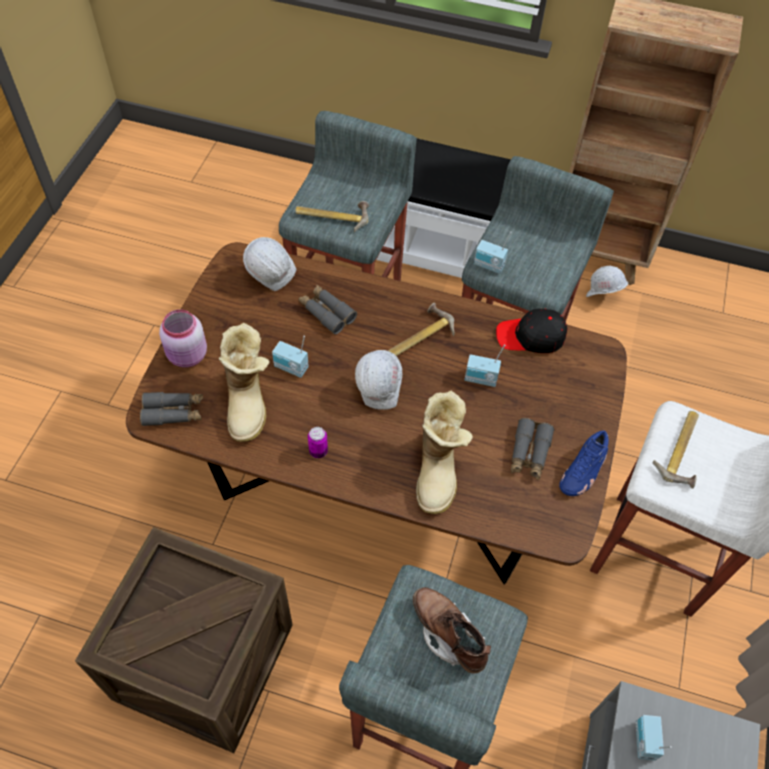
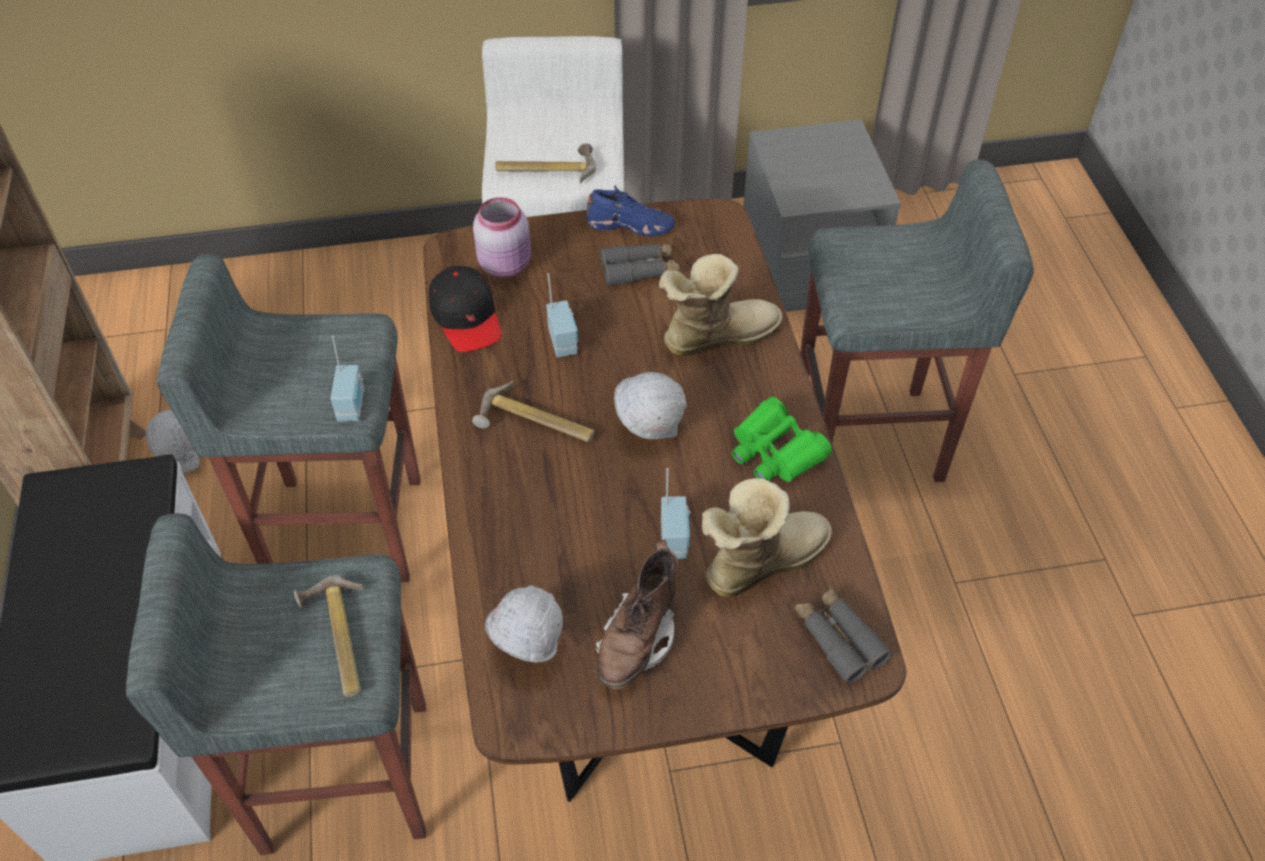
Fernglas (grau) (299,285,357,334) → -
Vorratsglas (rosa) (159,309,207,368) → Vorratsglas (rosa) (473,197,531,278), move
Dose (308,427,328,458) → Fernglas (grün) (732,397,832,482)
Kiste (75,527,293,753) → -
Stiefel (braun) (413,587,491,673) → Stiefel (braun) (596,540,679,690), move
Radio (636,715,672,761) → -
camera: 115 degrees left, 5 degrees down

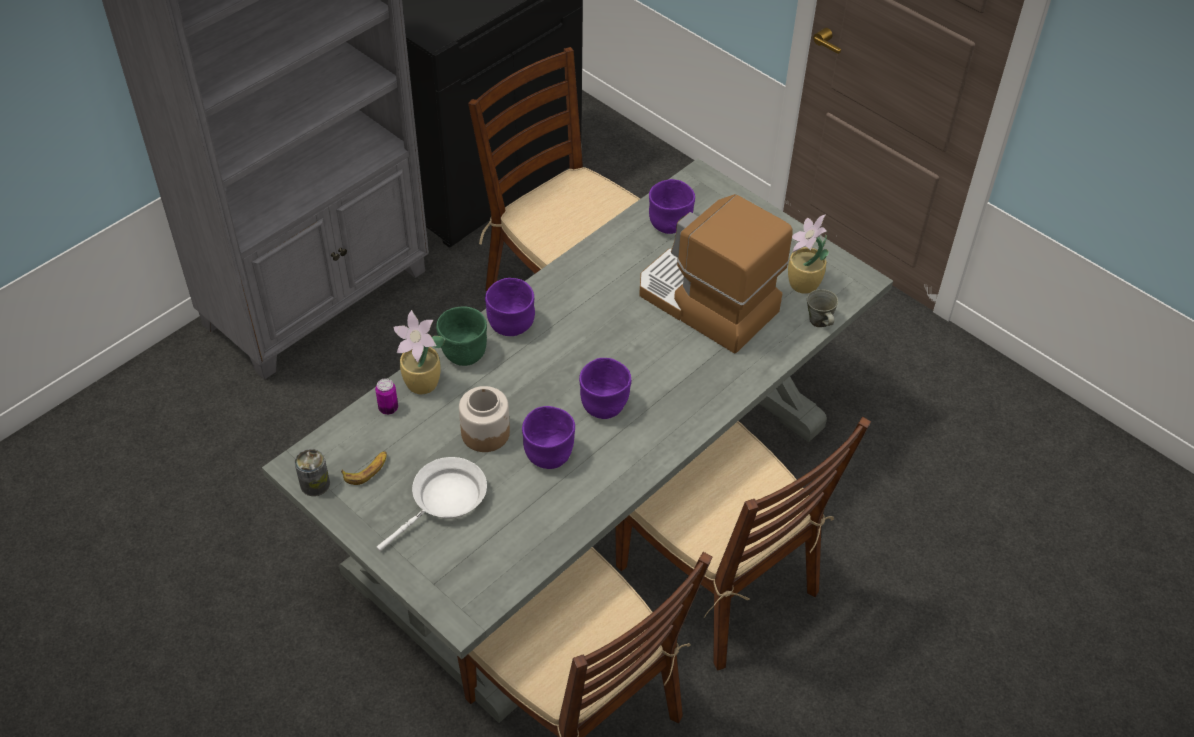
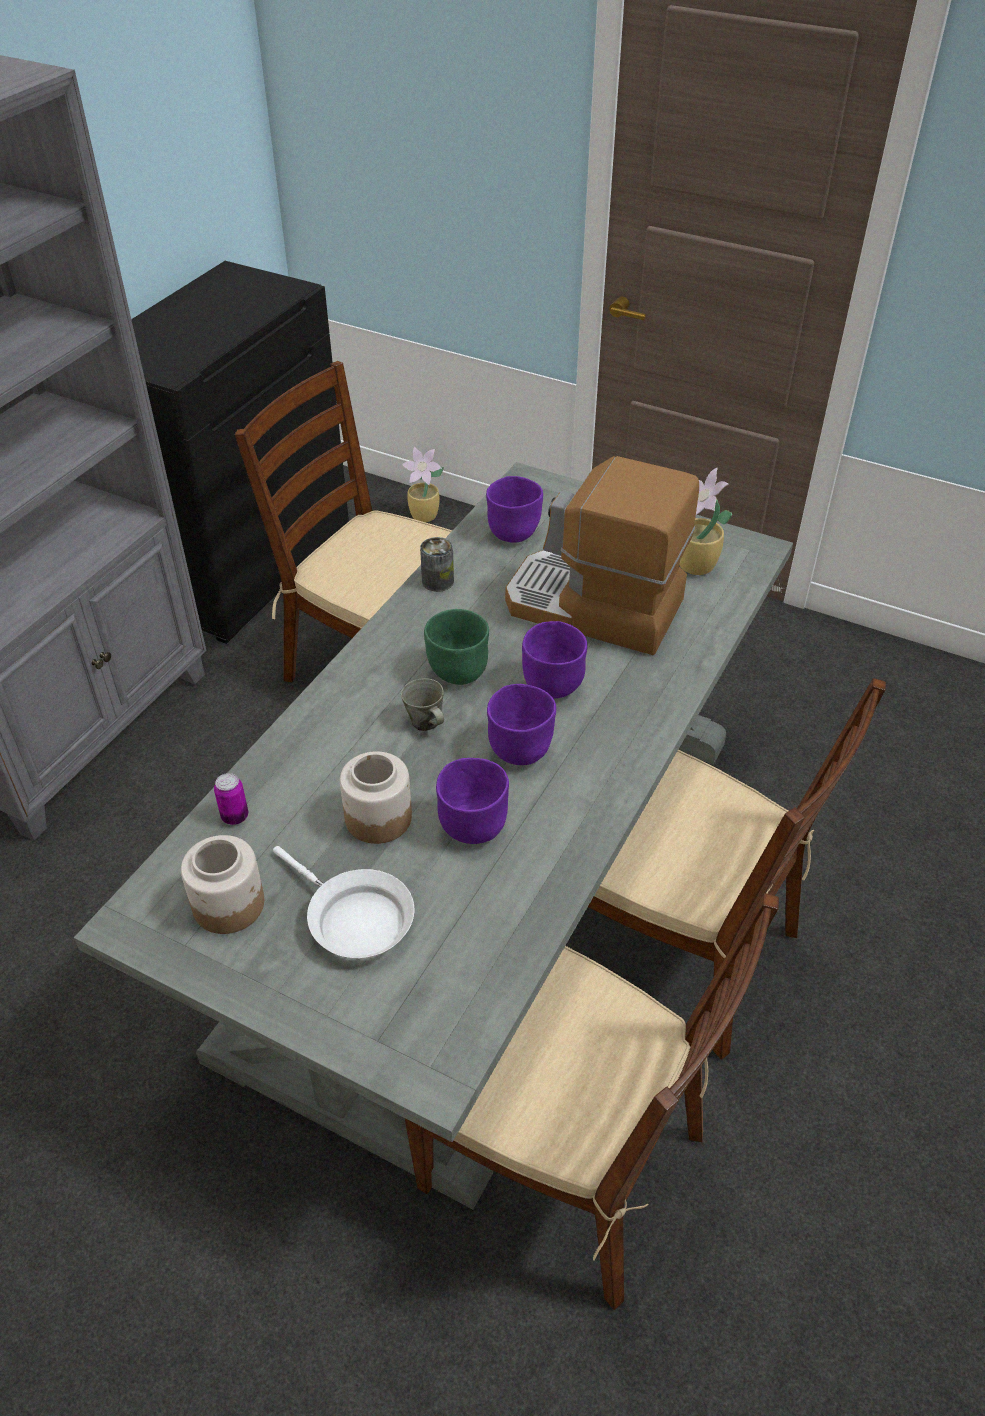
Schüssel (lila) (485,278,535,336) → Schüssel (lila) (522,621,587,699), move
Henkelbecher (grau) (807,289,838,327) → Henkelbecher (grau) (401,678,444,731), move
Schüssel (grün) (436,306,487,366) → Schüssel (grün) (424,609,489,685), move
Topfpflanze (393,310,445,394) → Topfpflanze (402,447,444,522), move
Dose (294,449,330,496) → Dose (420,537,454,592), move
Banane (341,451,387,485) → Vorratsglas (181,835,264,934)
Pfanne (weiß) (377,457,487,551) → Pfanne (weiß) (273,846,415,959), 105 degrees clockwise
camera: 15 degrees left, 5 degrees down

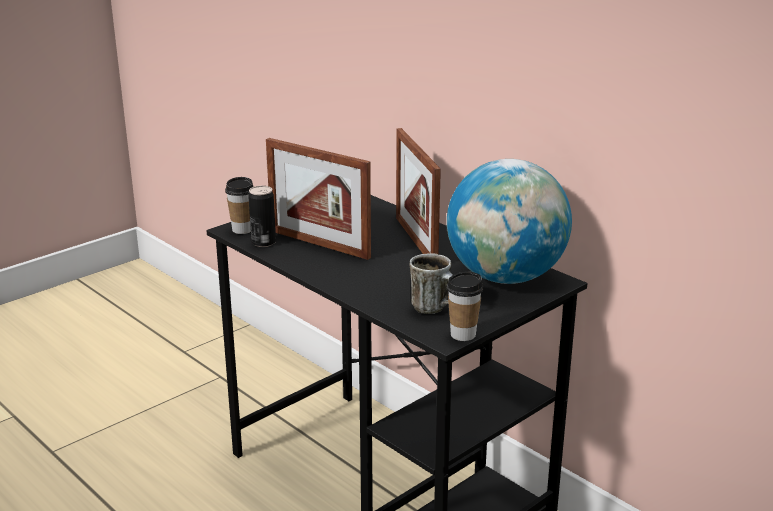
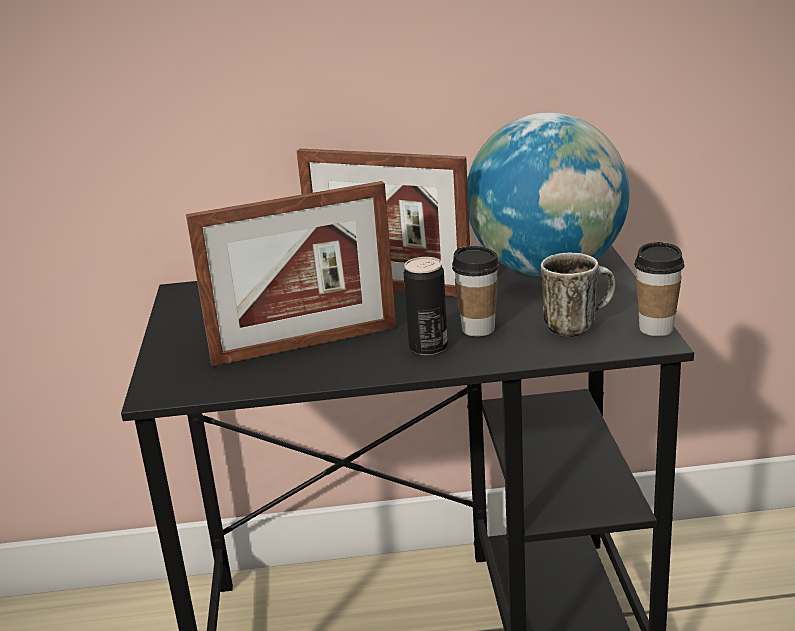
Tasse (225,177,254,234) → Tasse (452,246,500,336), move
Dose (248,186,276,247) → Dose (403,257,448,355), move
camera: 50 degrees left, 0 degrees up

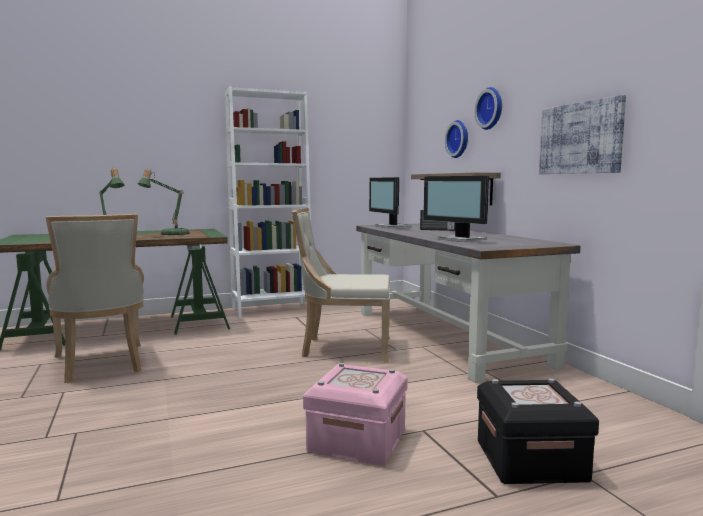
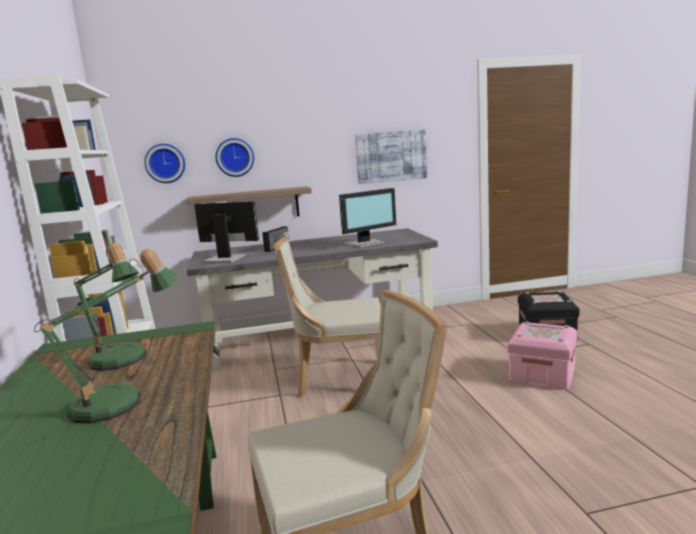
Wanduhr (475,87,502,130) → Wanduhr (144,144,185,183), move
Monitor (369,177,411,228) → Monitor (194,201,259,263), 150 degrees counterclockwise
Stuhl (beige) (292,208,390,363) → Stuhl (beige) (274,236,381,397), 75 degrees clockwise
camera: 80 degrees left, 5 degrees up

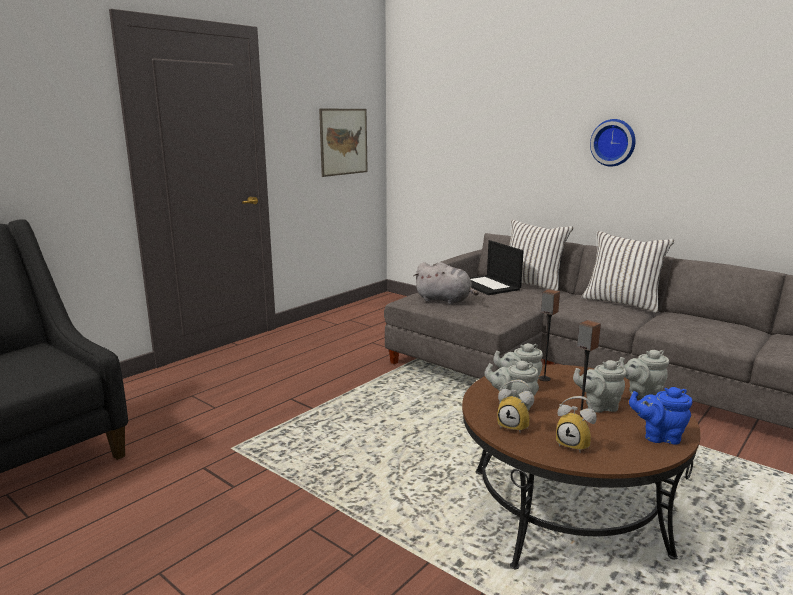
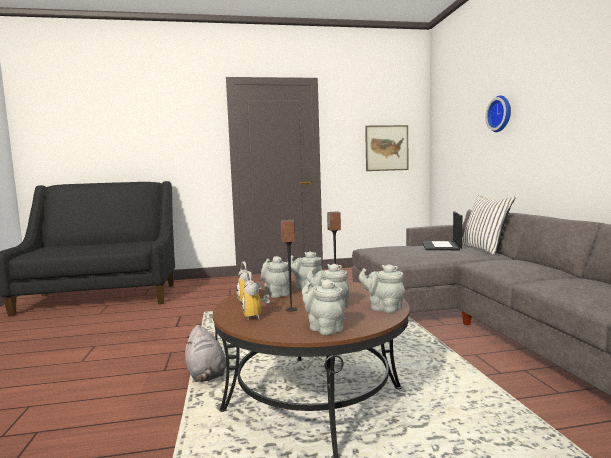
Wanduhr (590,119,636,167) → Wanduhr (485,95,511,132), move
Kissen (weiß) (582,231,674,313) → -
Plüschtier (grau) (414,262,479,305) → Plüschtier (grau) (185,325,226,382), move
Teekanne (blau) (629,387,692,445) → Teekanne (grau) (302,279,345,335)
camera: 40 degrees right, 10 degrees down

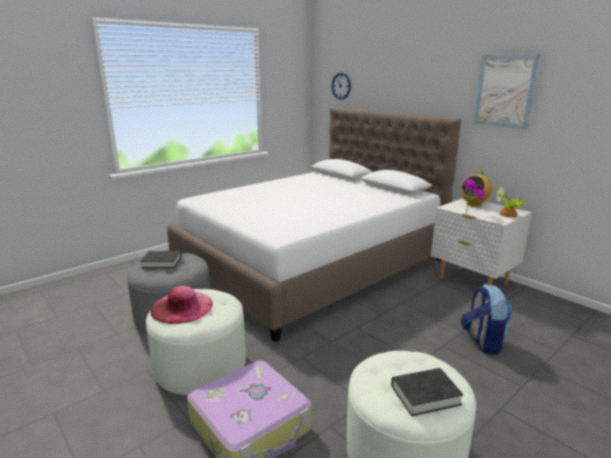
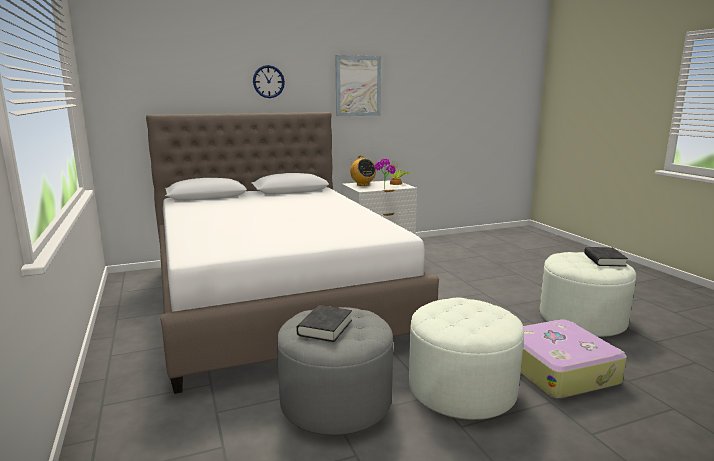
Wanduhr (332,73,351,100) → Wanduhr (253,65,285,98), move
Rucksack (461,284,513,355) → -
Hut (rosa) (150,286,213,324) → -
camera: 70 degrees left, 5 degrees down

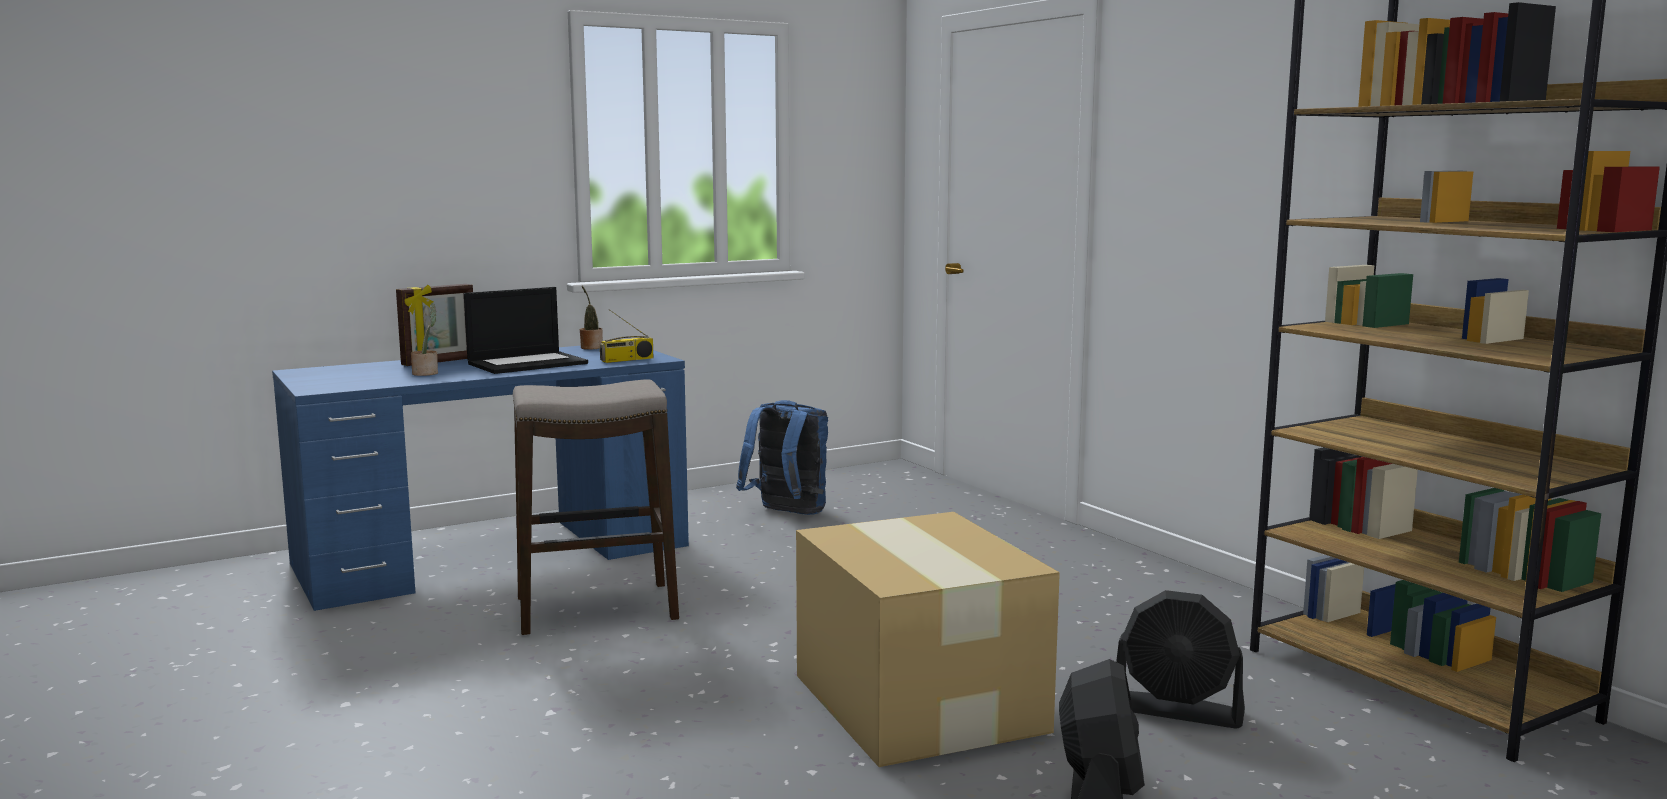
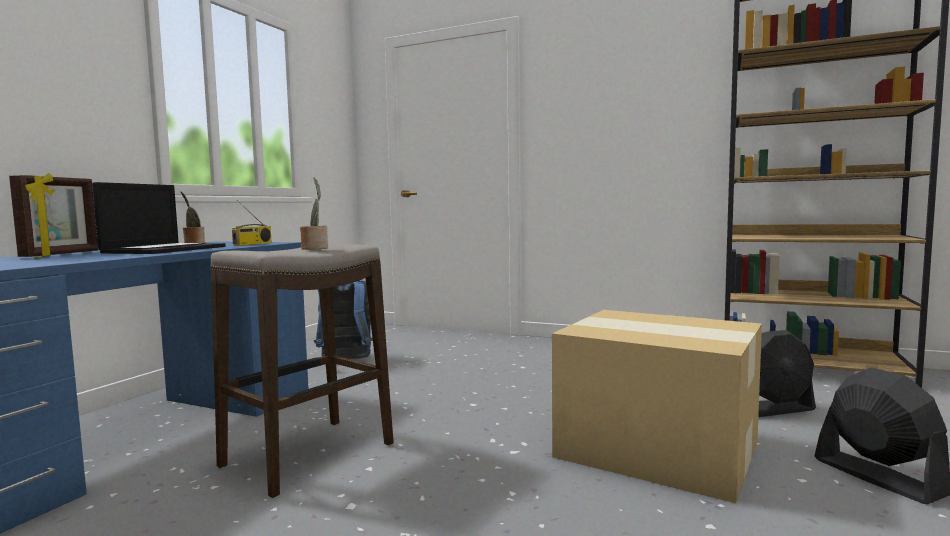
Topfpflanze (411,303,438,376) → Topfpflanze (300,178,328,250), move
camera: 35 degrees left, 5 degrees down

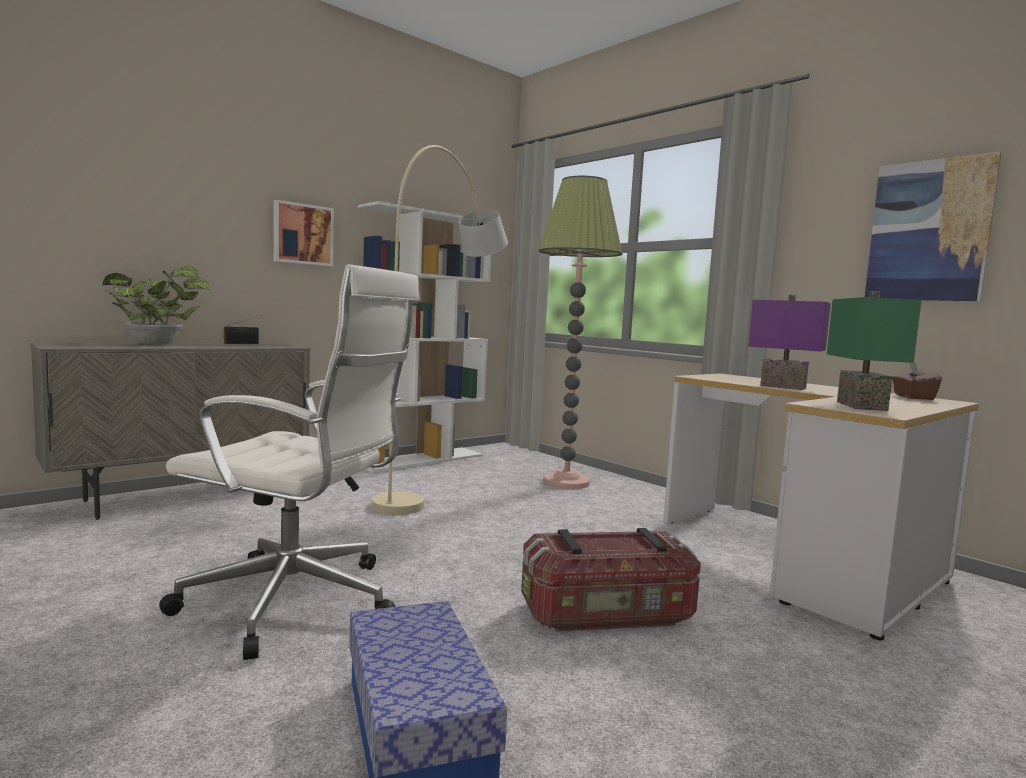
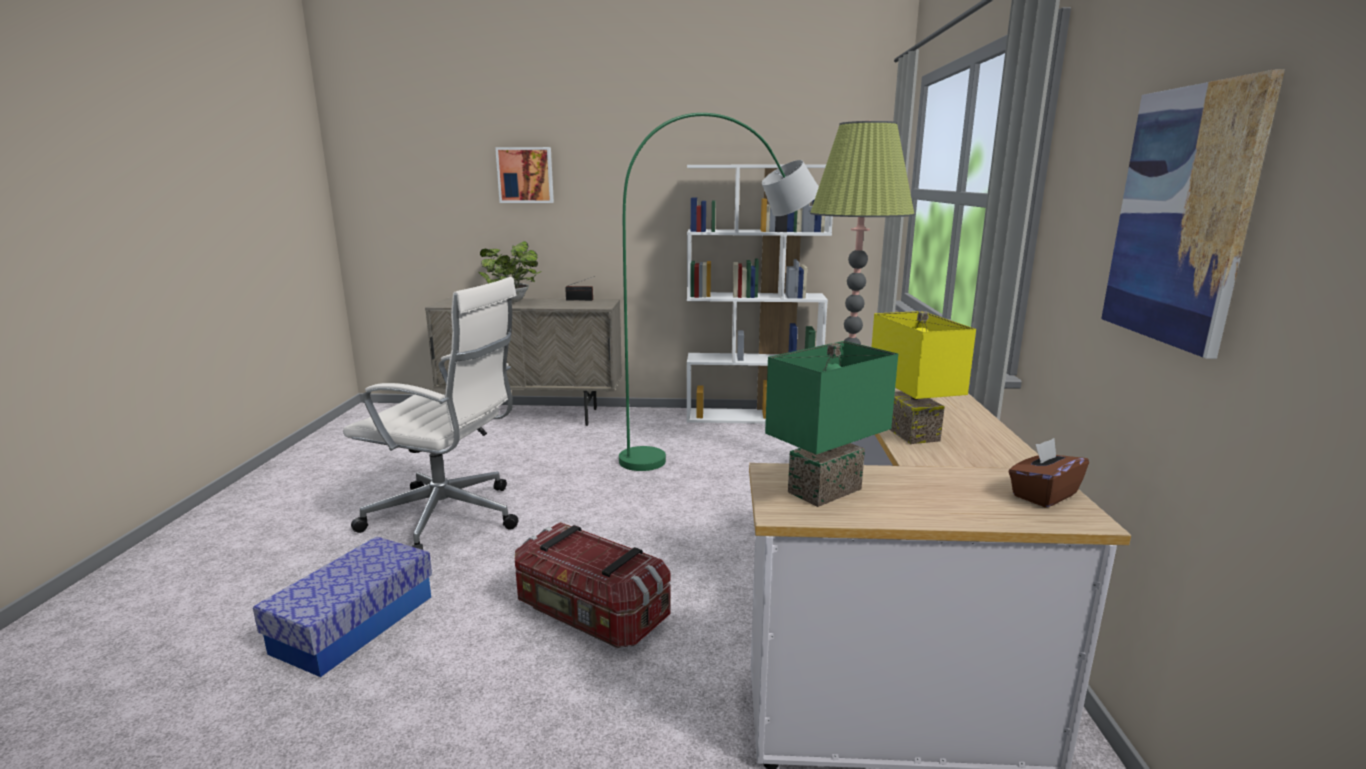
Stehlampe (beige) (371,145,508,515) → Stehlampe (grün) (619,113,819,471)
Bild (273,200,334,266) → Bild (495,147,554,203), move
Bürostuhl (weiß) (159,264,420,660) → Bürostuhl (weiß) (343,277,518,550), 45 degrees counterclockwise
Tischlampe (lila) (748,295,831,390) → Tischlampe (gelb) (872,311,976,444)
camera: 45 degrees right, 10 degrees up

